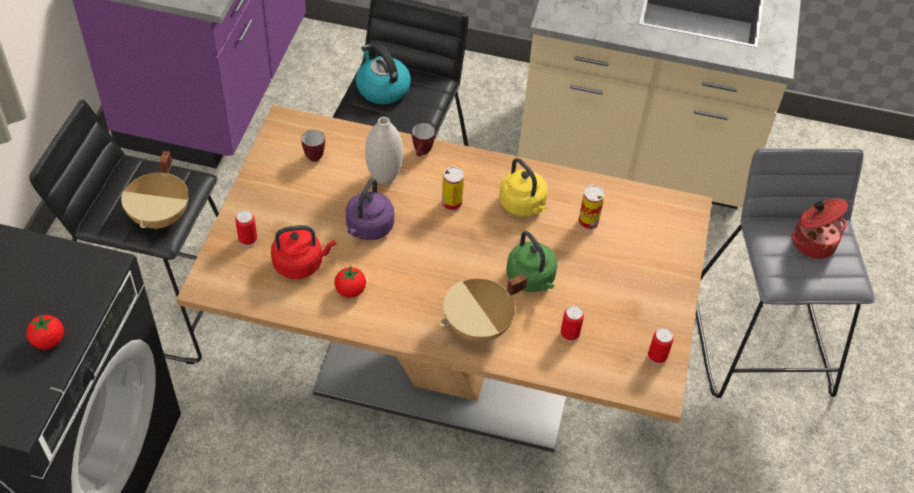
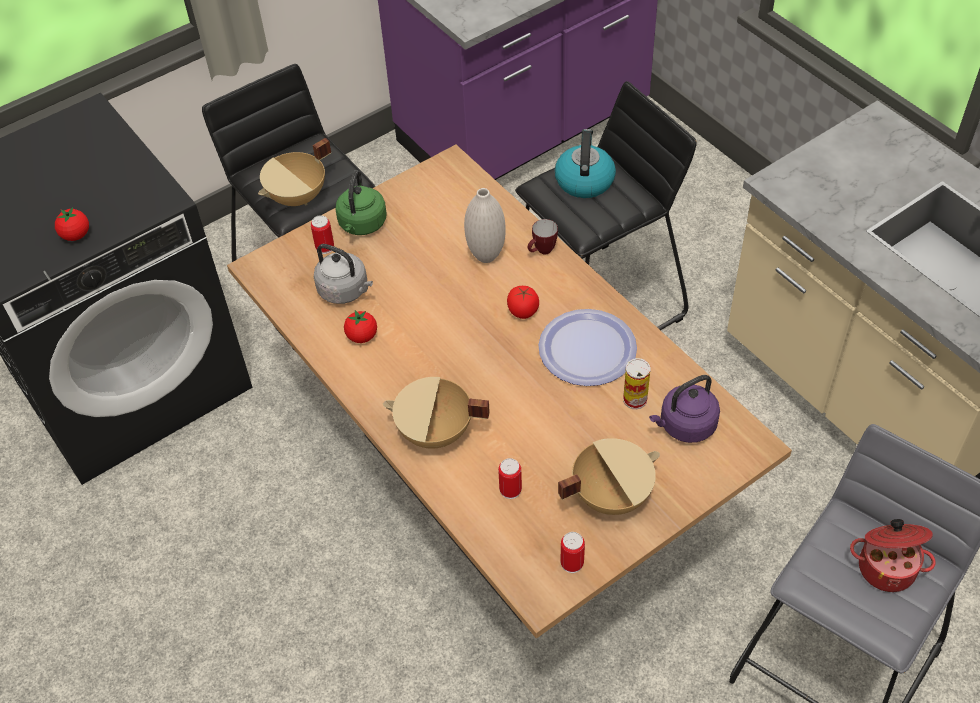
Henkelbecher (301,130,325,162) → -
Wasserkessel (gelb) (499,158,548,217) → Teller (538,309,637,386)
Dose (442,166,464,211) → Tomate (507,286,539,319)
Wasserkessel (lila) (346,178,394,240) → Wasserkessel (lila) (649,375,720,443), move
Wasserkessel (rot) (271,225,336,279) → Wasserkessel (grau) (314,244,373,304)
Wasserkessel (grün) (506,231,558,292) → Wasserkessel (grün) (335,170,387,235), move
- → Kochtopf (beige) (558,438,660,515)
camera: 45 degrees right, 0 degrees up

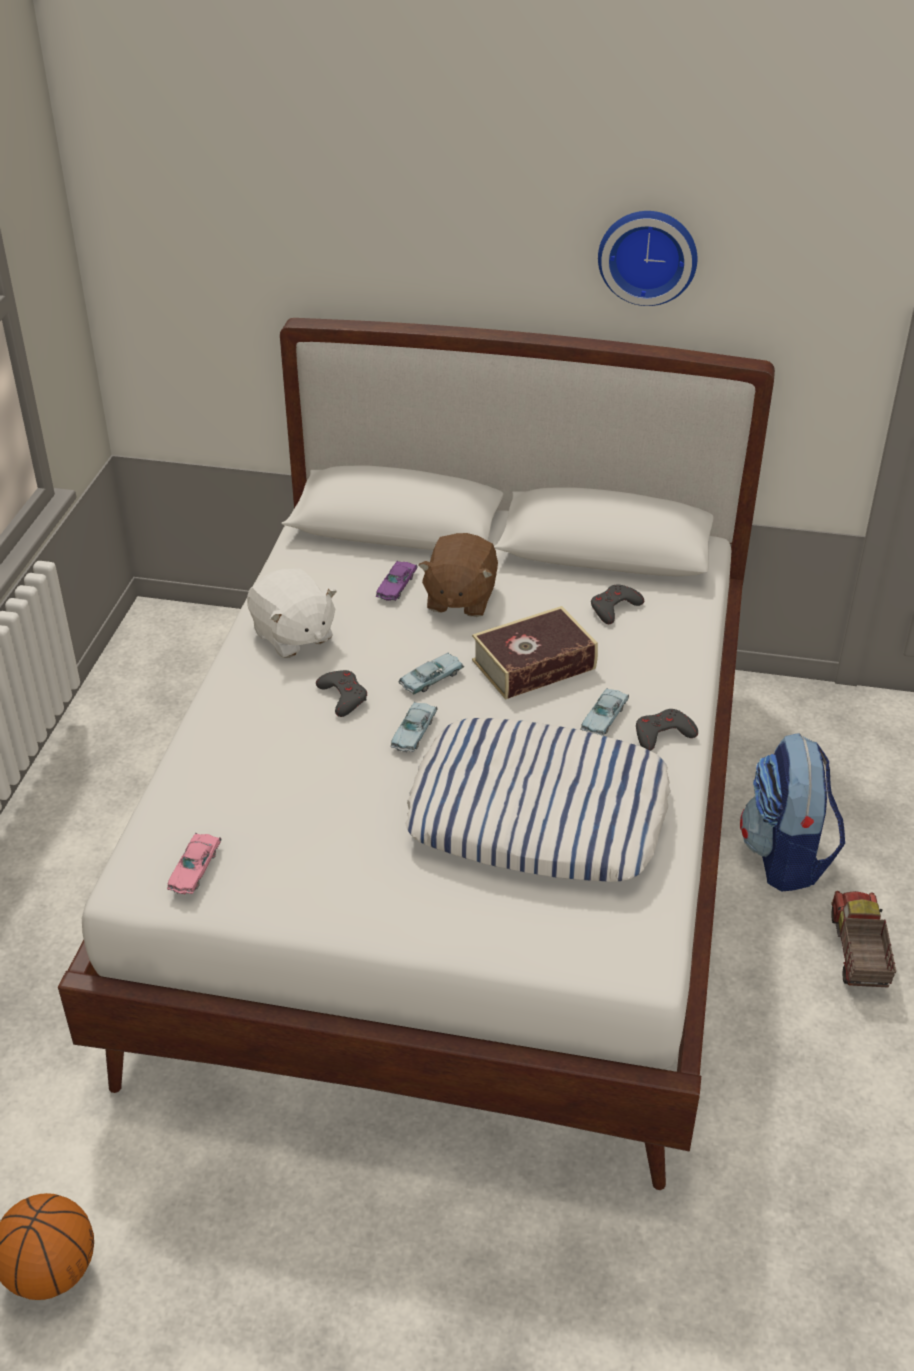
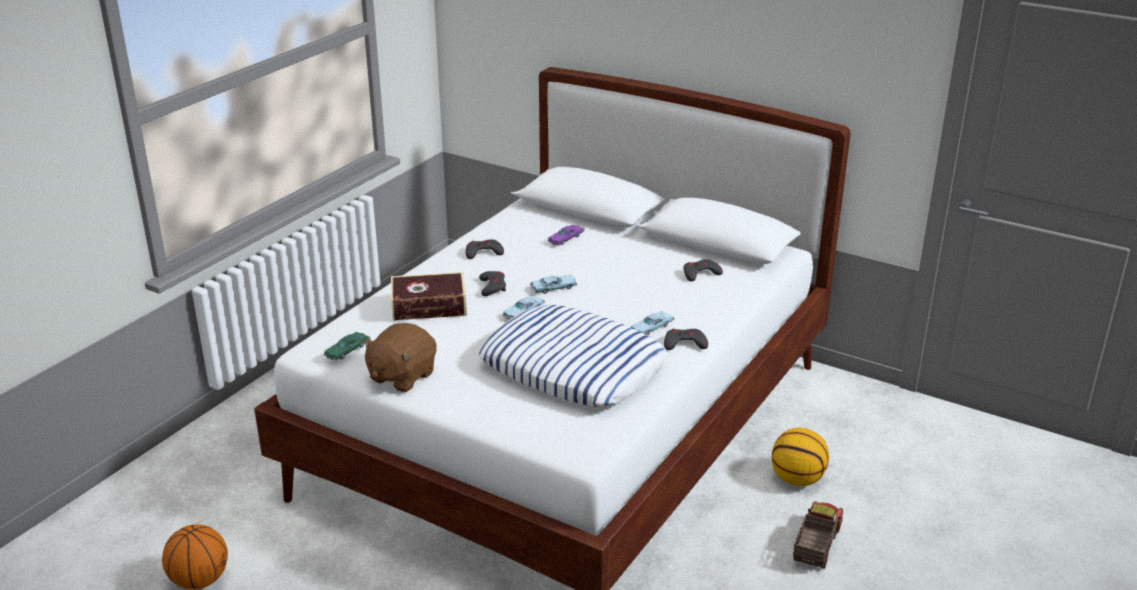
Wanduhr (598,211,697,306) → -
Plüschtier (braun) (418,533,498,617) → Plüschtier (braun) (362,323,437,392), move
Plüschtier (weiß) (247,569,337,658) → Gamepad (grau) (466,239,504,259)
Buch (472,606,598,700) → Buch (391,272,467,321), move
Rucksack (740,733,845,892) → Basketball (772,428,829,486)
Spielzeugauto (rosa) (167,833,221,894) → Spielzeugauto (grün) (324,332,370,360)
camera: 20 degrees right, 10 degrees down

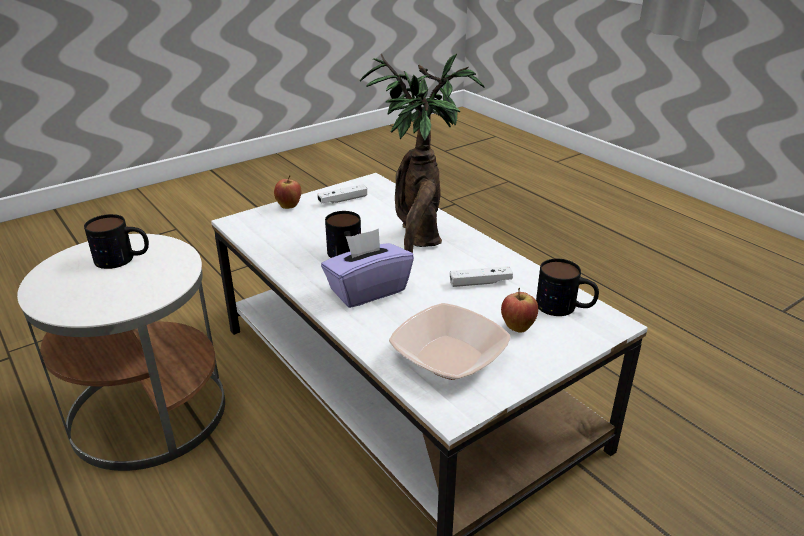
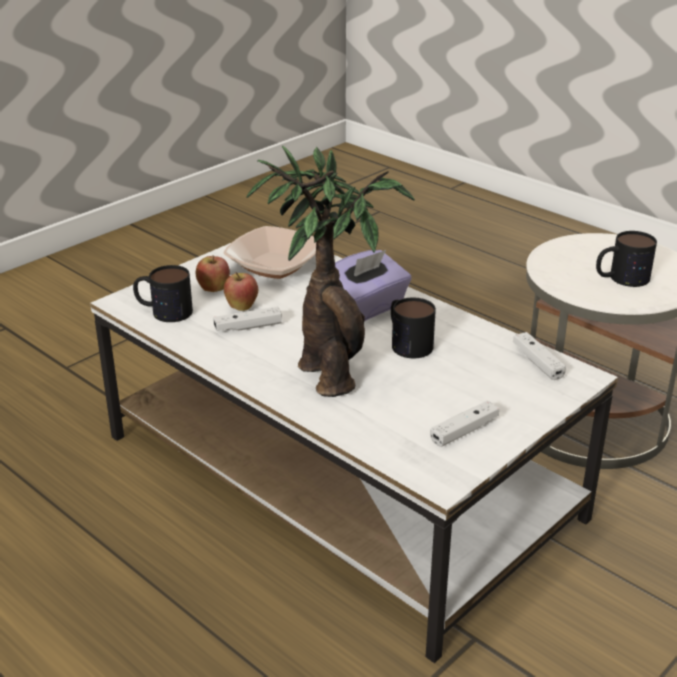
Apfel (274,175,302,209) → Apfel (224,272,258,311), move
- → Gamepad (weiß) (513,332,566,380)
camera: 170 degrees right, 0 degrees up

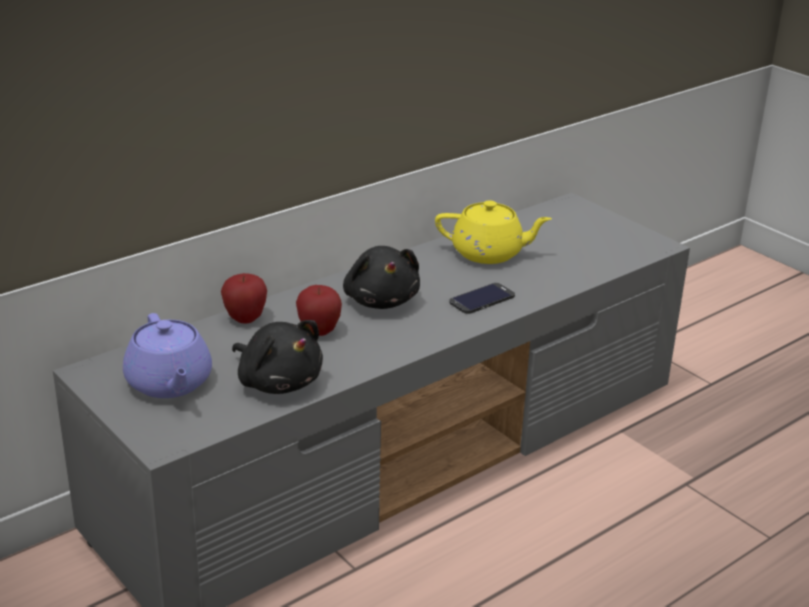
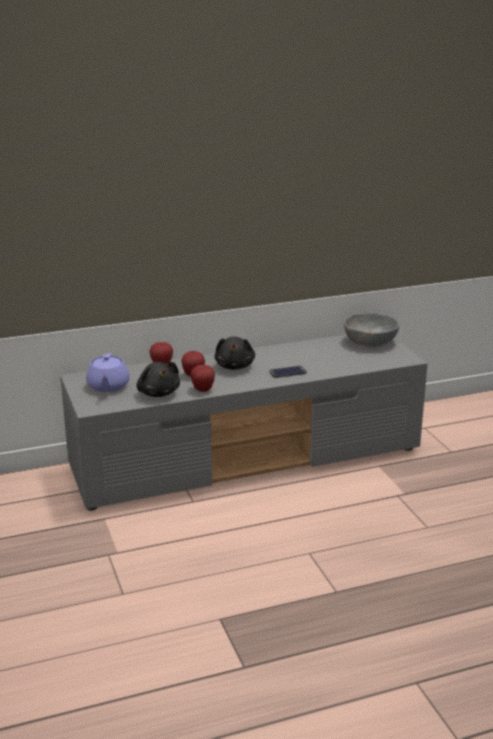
Teekanne (gelb) (435,200,552,264) → -
- → Schüssel (grau) (344,313,399,347)
- → Apfel (191,365,215,392)
camera: 20 degrees right, 5 degrees down

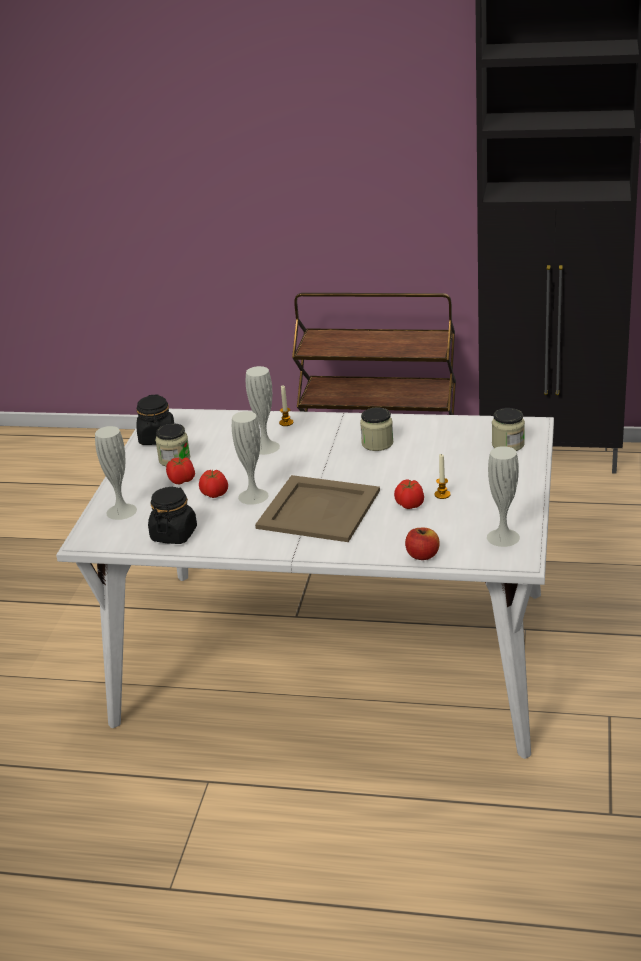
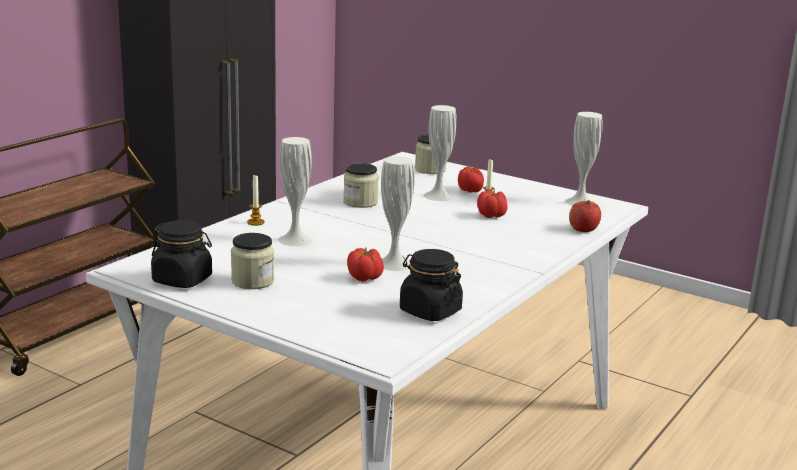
Vase (weiß) (95,426,137,520) → Vase (weiß) (424,105,457,201), move
Tomate (166,457,195,484) → Tomate (458,167,484,193), move
Tablett (beige) (255,475,380,542) → -
camera: 70 degrees left, 10 degrees down

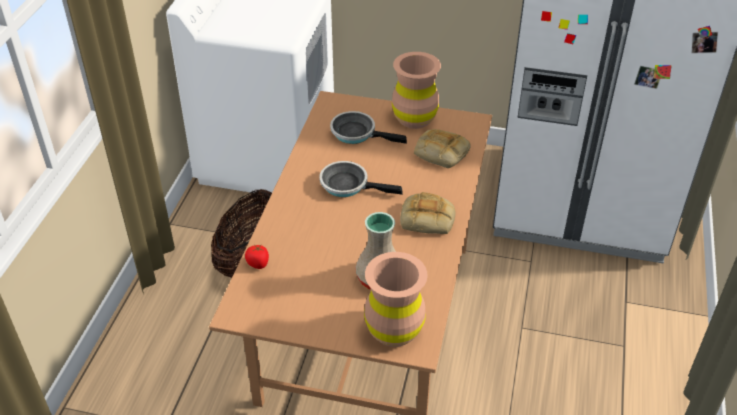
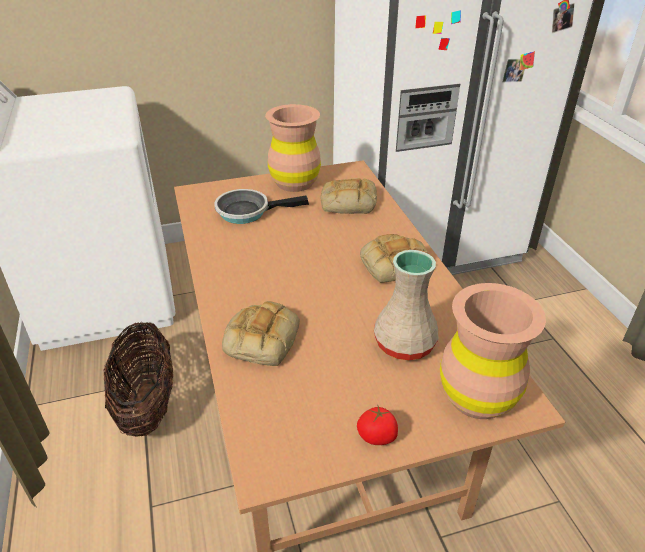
Pfanne (319,161,403,197) → -
Tomate (245,244,269,269) → Tomate (357,404,398,445), move
- → Brot (222,301,300,366)
camera: 30 degrees left, 5 degrees down

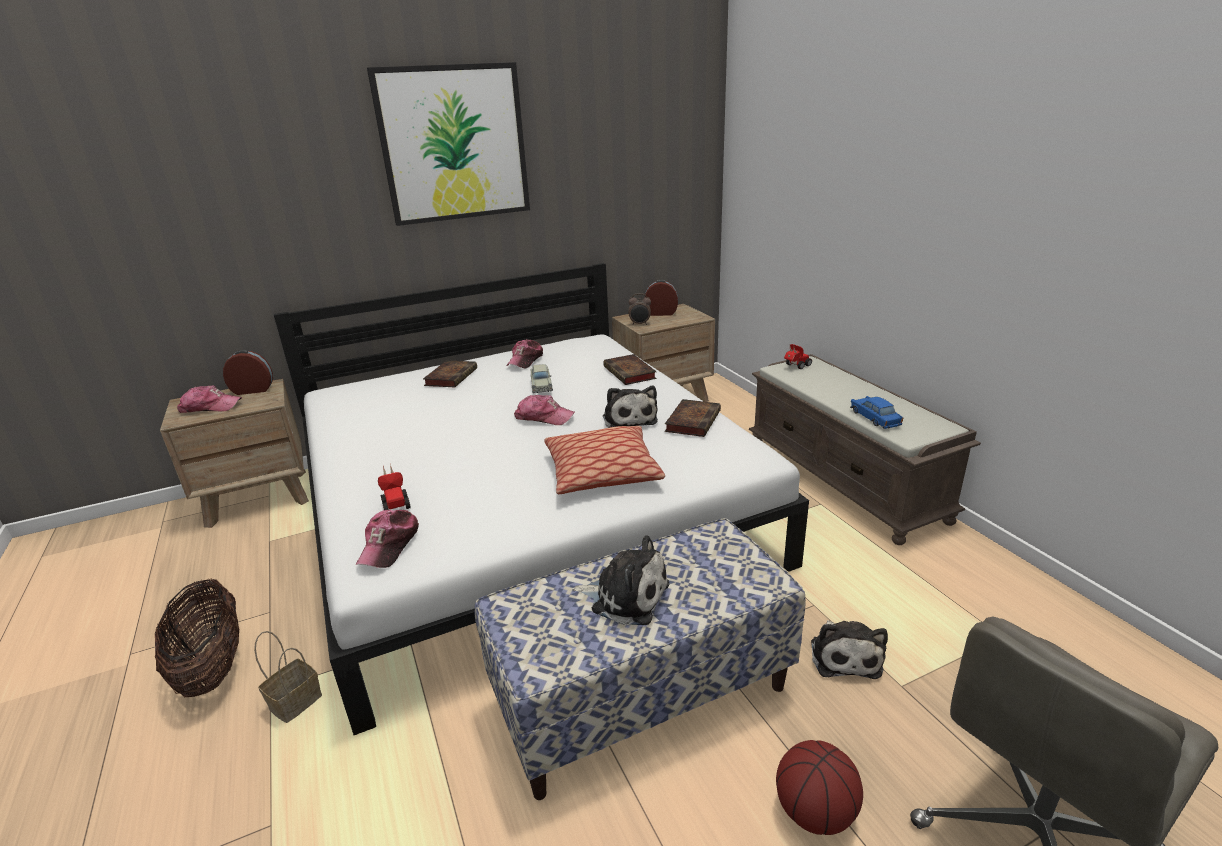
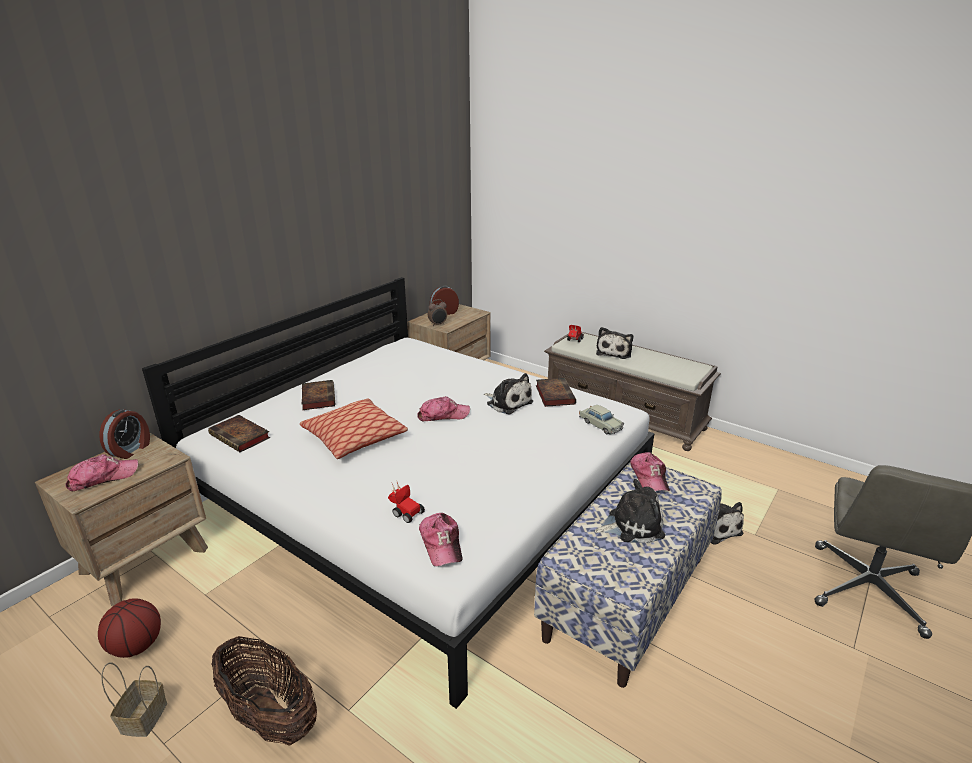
Bild (367,62,530,226) → -
Kappe (506,339,543,368) → Kappe (630,452,670,491), move
Wecker (223,350,273,395) → Wecker (99,409,150,459), 150 degrees clockwise
Buch (603,354,657,385) → Buch (208,415,270,452), move
Spielzeugauto (beige) (531,364,553,393) → Spielzeugauto (beige) (579,405,624,434), move
Spielzeugauto (blau) (850,396,903,429) → -
Kissen (544,426,665,494) → Kissen (300,398,408,459), move
Korb (254,631,322,723) → Korb (101,663,167,737), move
Basketball (776,740,863,835) → Basketball (98,598,161,658), move
- → Plüschtier (596,327,633,359)
camera: 30 degrees left, 0 degrees up

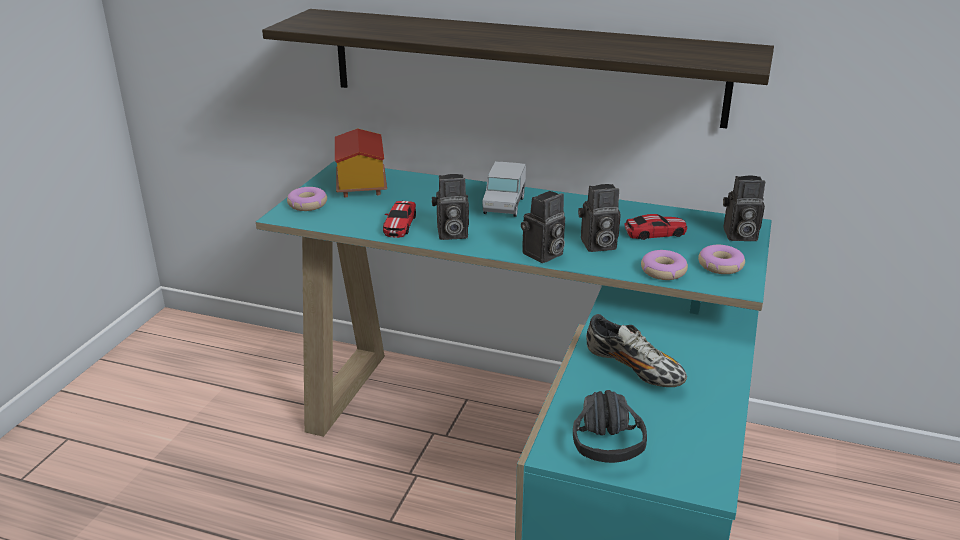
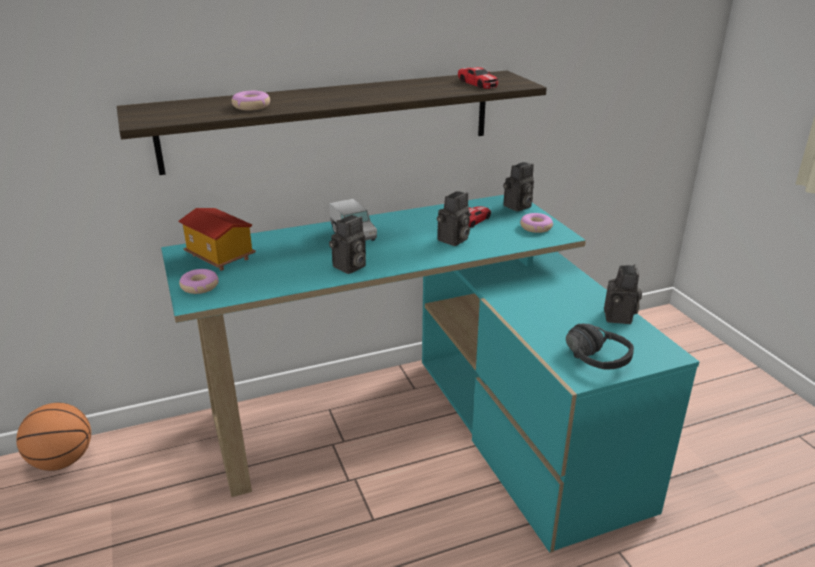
Kamera (521,191,565,263) → Kamera (604,264,642,324), move
Spielzeugauto (383,201,416,238) → Spielzeugauto (458,67,498,89), move
Donut (641,250,688,280) → Donut (231,91,270,110), move
Schuh (586,314,687,387) → -
- → Basketball (16,403,91,471)
camera: 40 degrees left, 0 degrees up

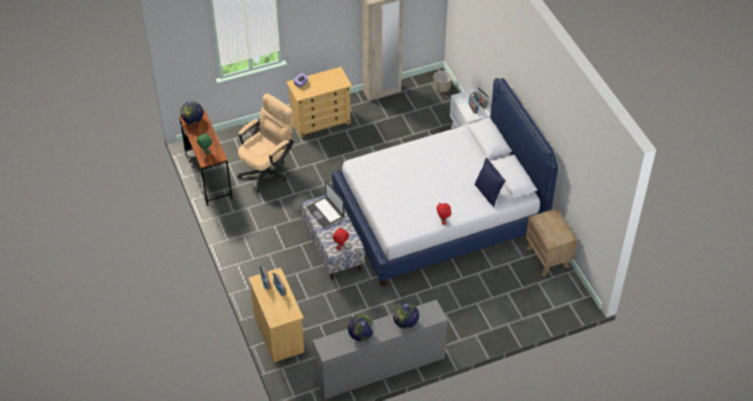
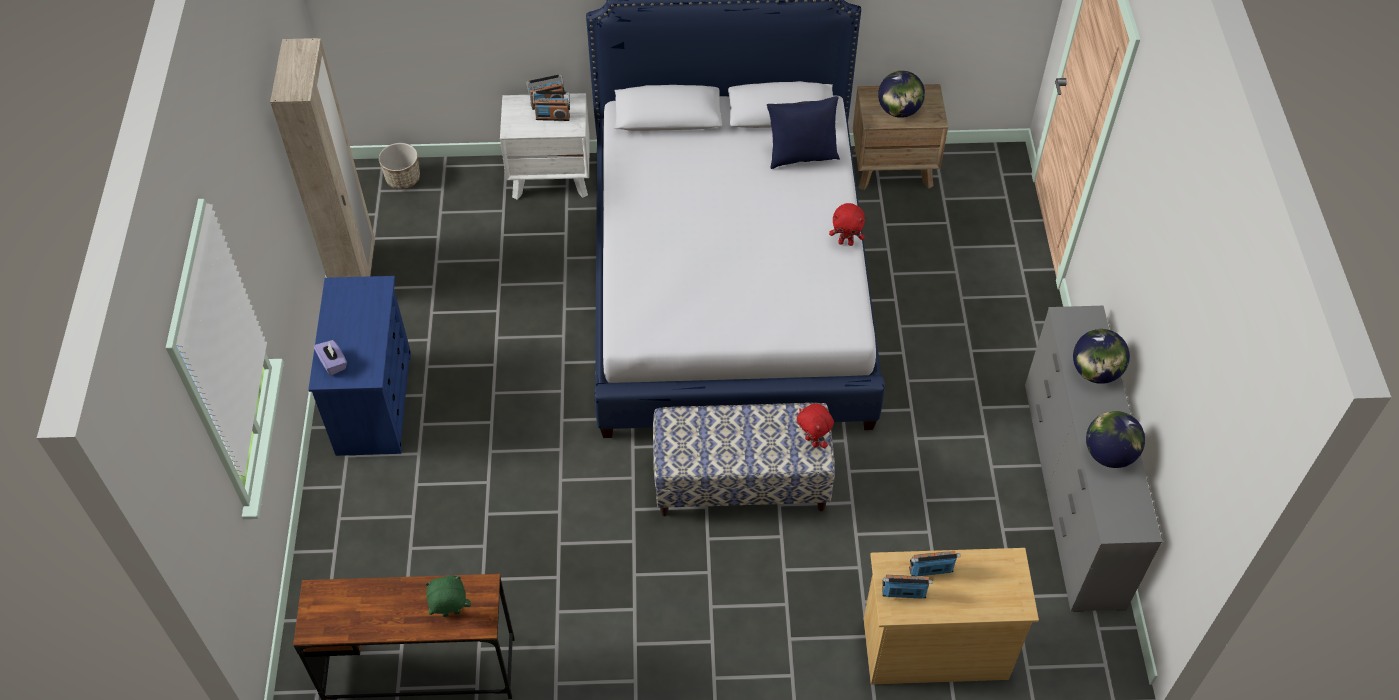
Kommode (beige) (287,67,352,138) → Kommode (blau) (308,276,411,456)
Bürostuhl (beige) (237,93,294,192) → -
Globus (180,101,203,124) → Globus (878,71,925,118), move
Laptop (306,181,345,227) → -
camera: 70 degrees left, 5 degrees up

